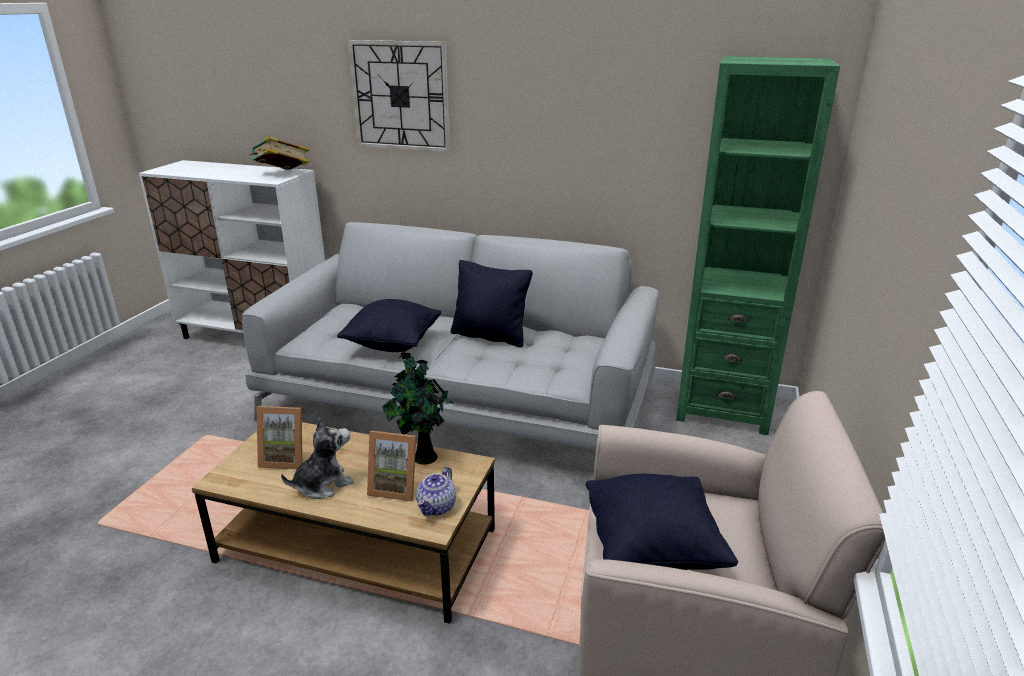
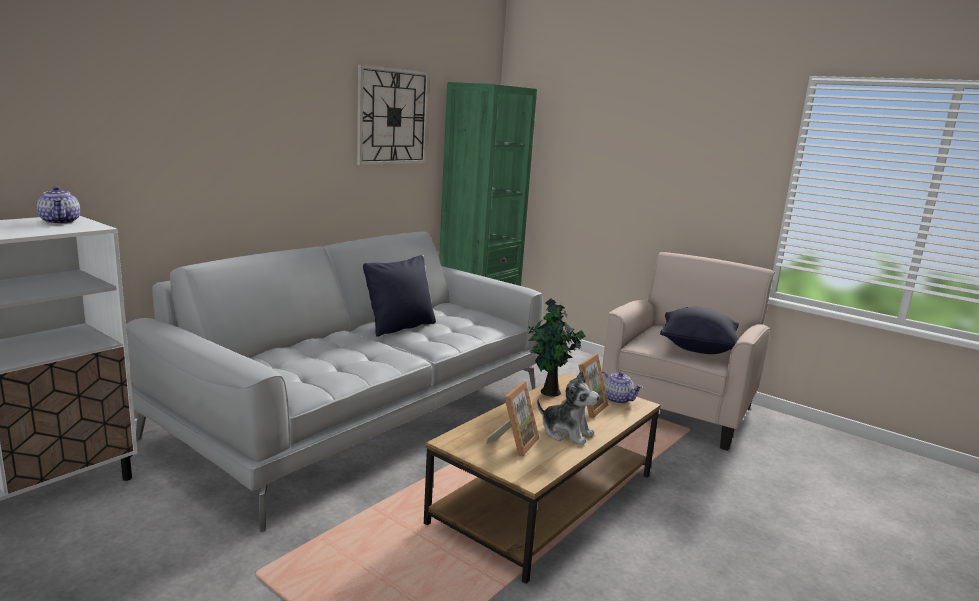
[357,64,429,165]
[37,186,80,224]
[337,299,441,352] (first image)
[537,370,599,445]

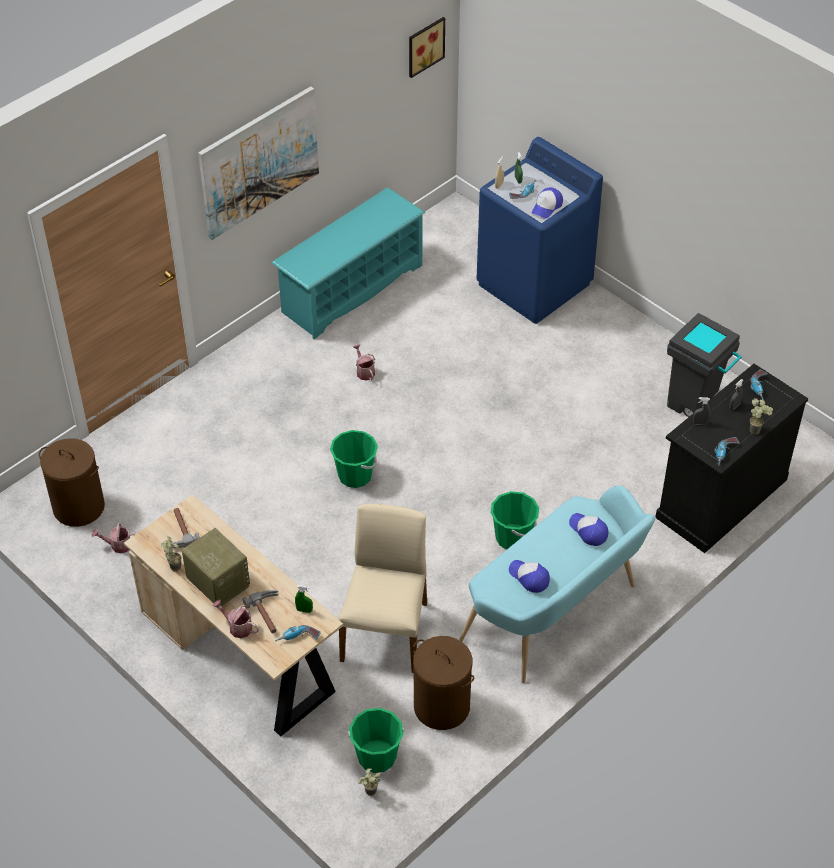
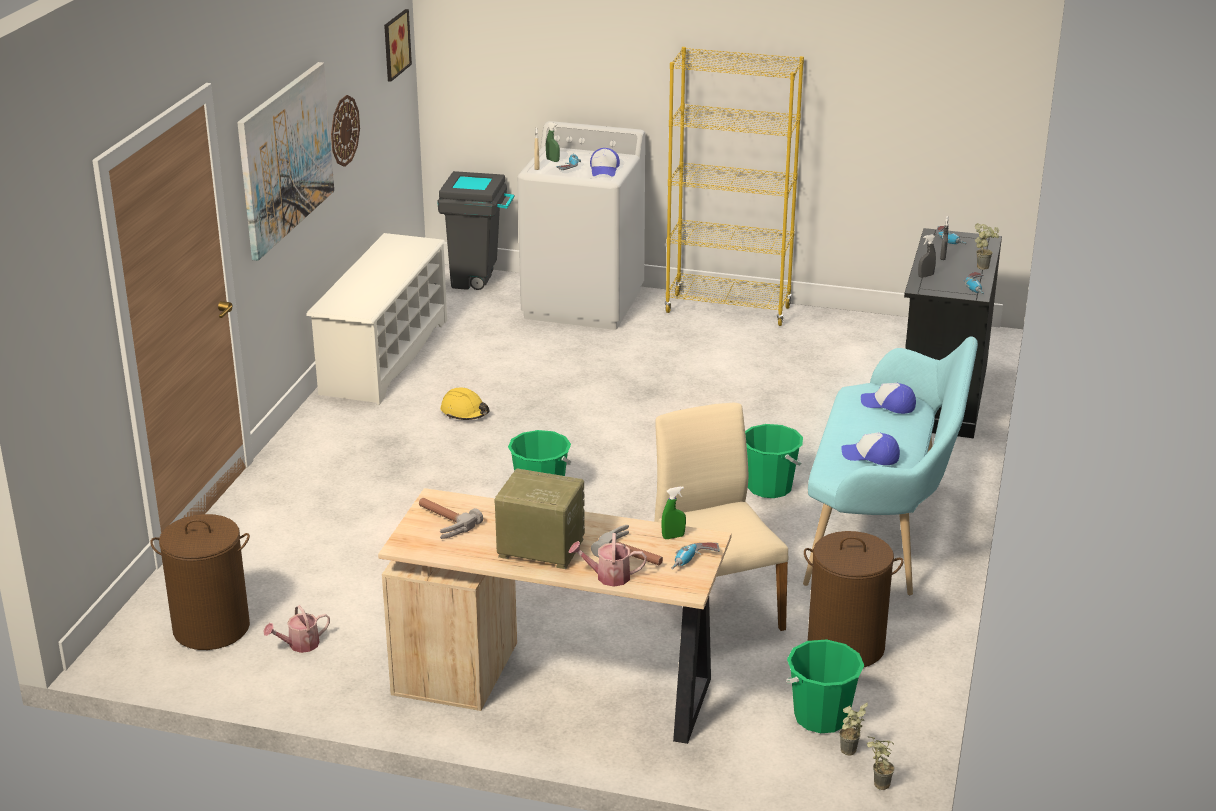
[517,121,645,330]
[306,233,447,405]
[437,171,514,290]
[441,388,490,420]
[867,737,895,790]
[665,47,804,326]
[331,95,360,167]

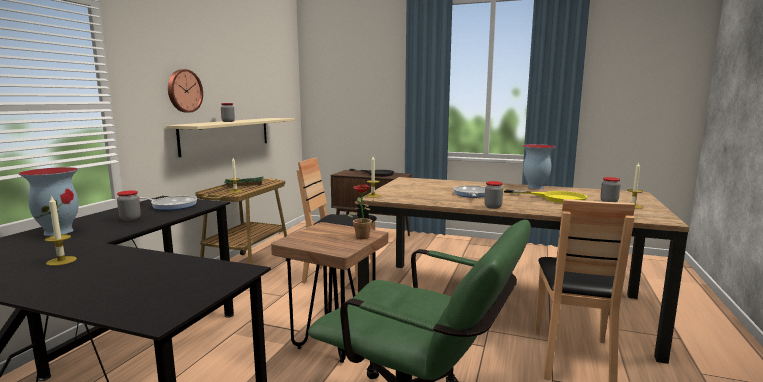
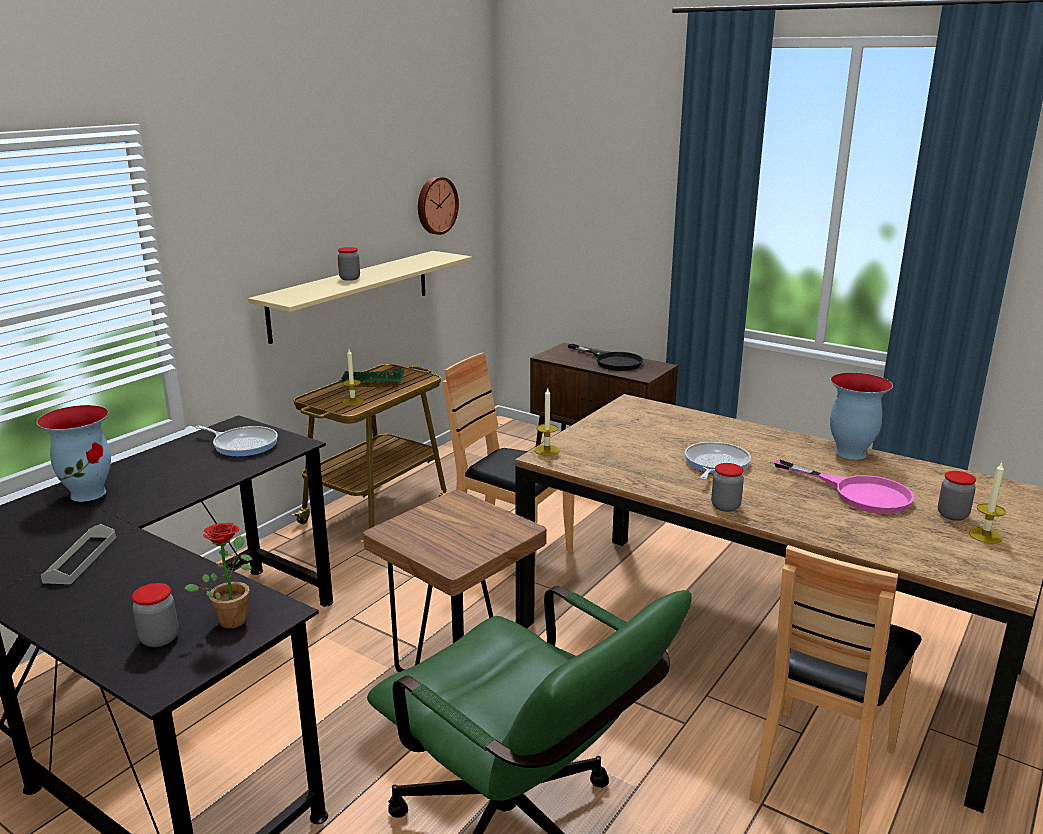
[418,177,459,235]
[185,523,253,629]
[774,459,914,514]
[132,583,178,647]
[41,524,116,584]

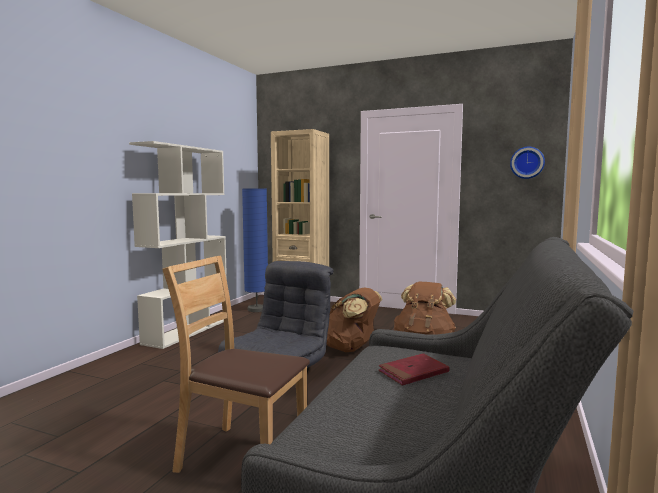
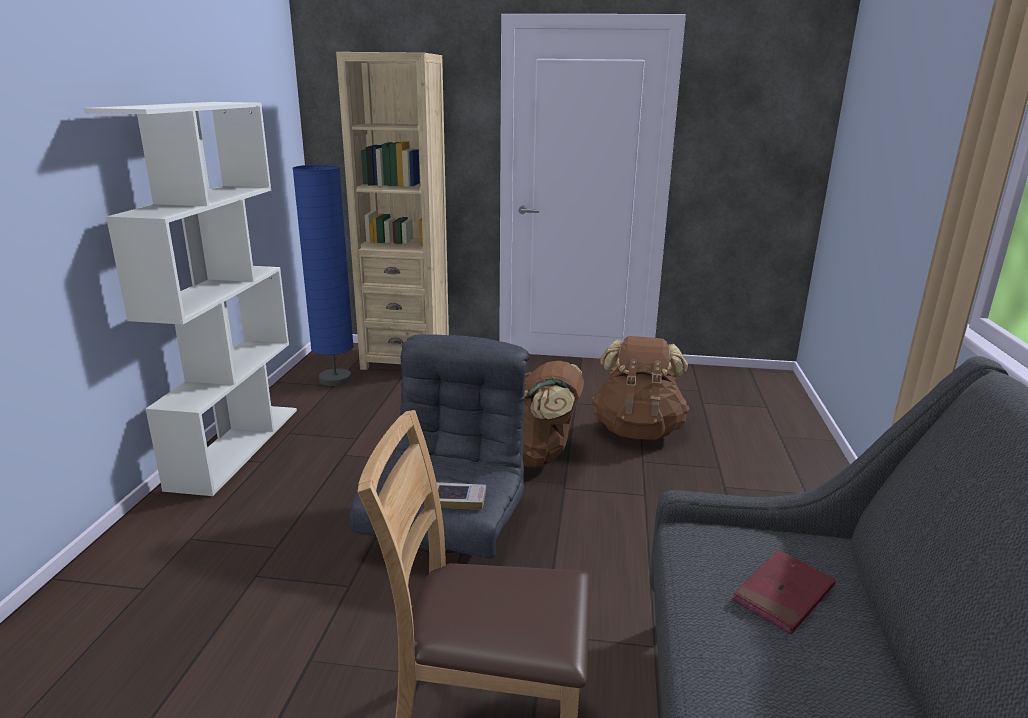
[510,147,545,179] (first image)
[436,482,486,509]

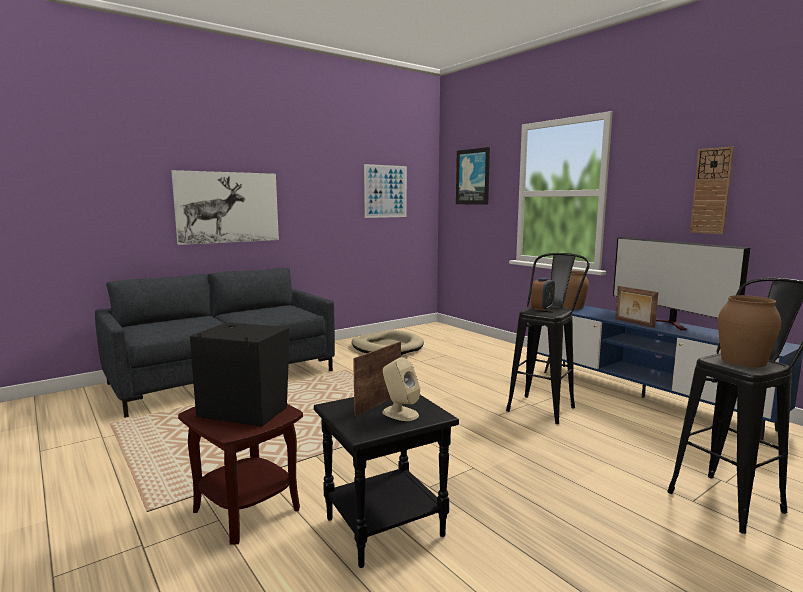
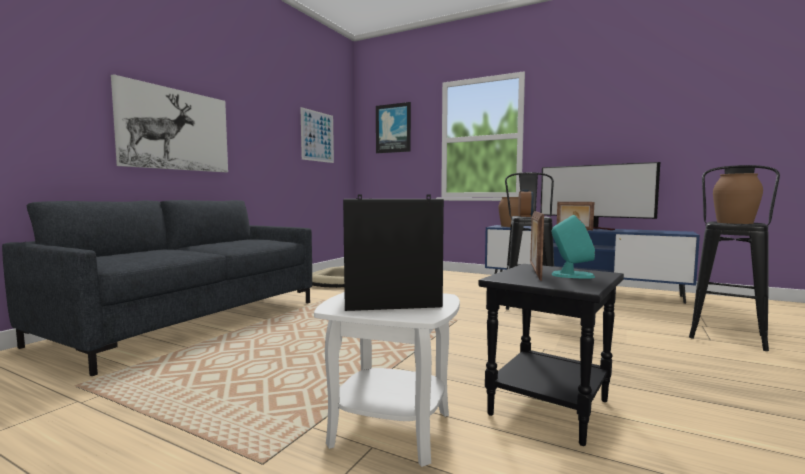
[690,147,734,234] (first image)
[551,215,595,279]
[314,292,460,467]

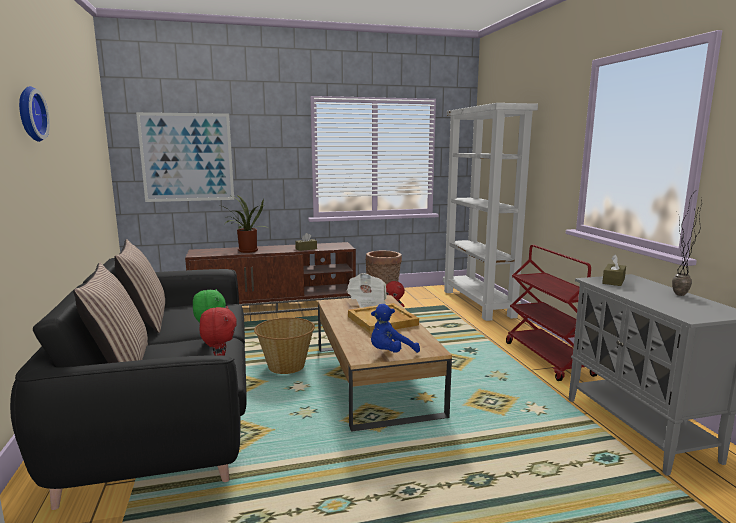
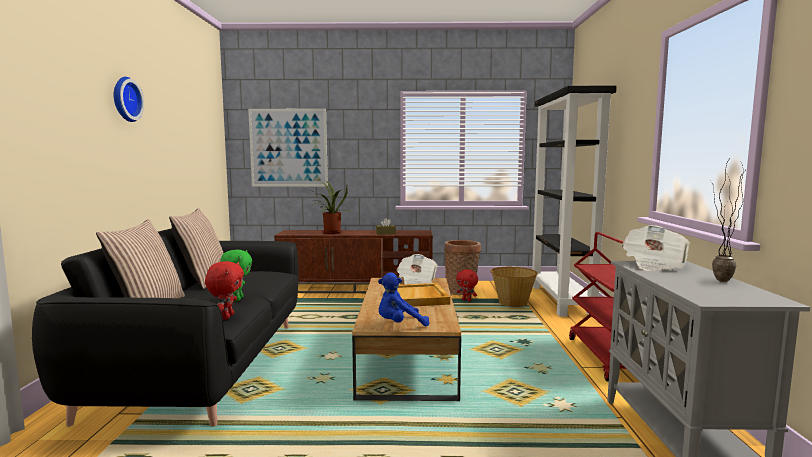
[532,86,617,317]
[622,225,690,271]
[490,267,538,307]

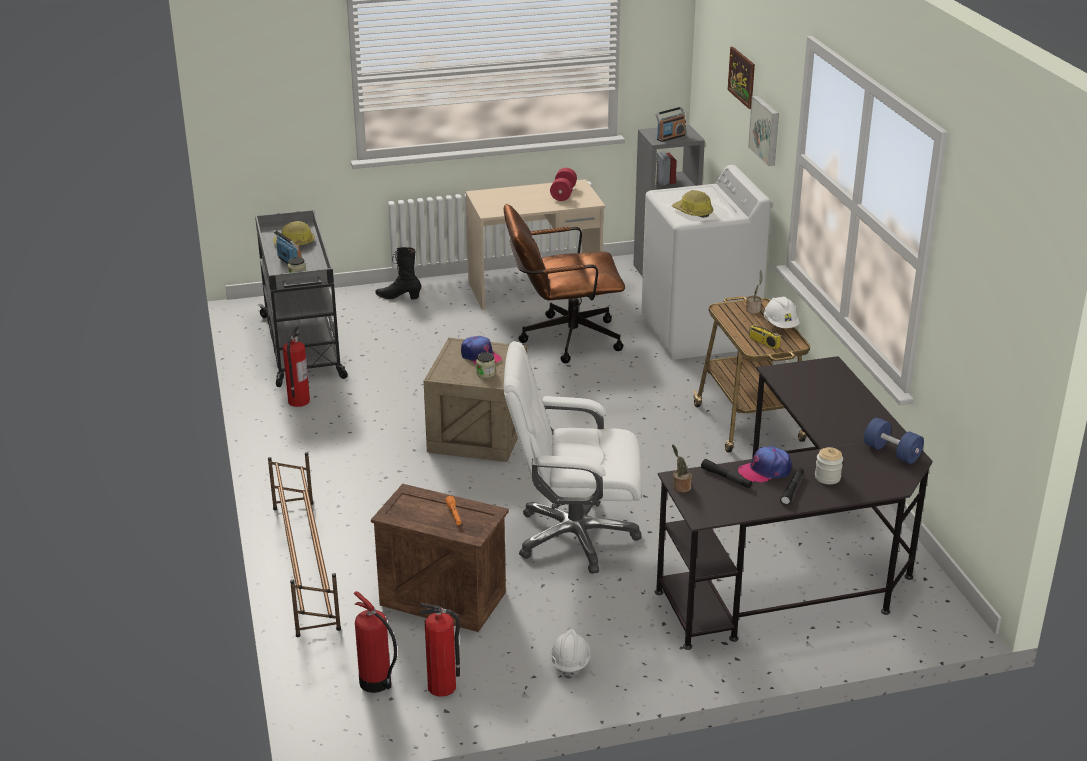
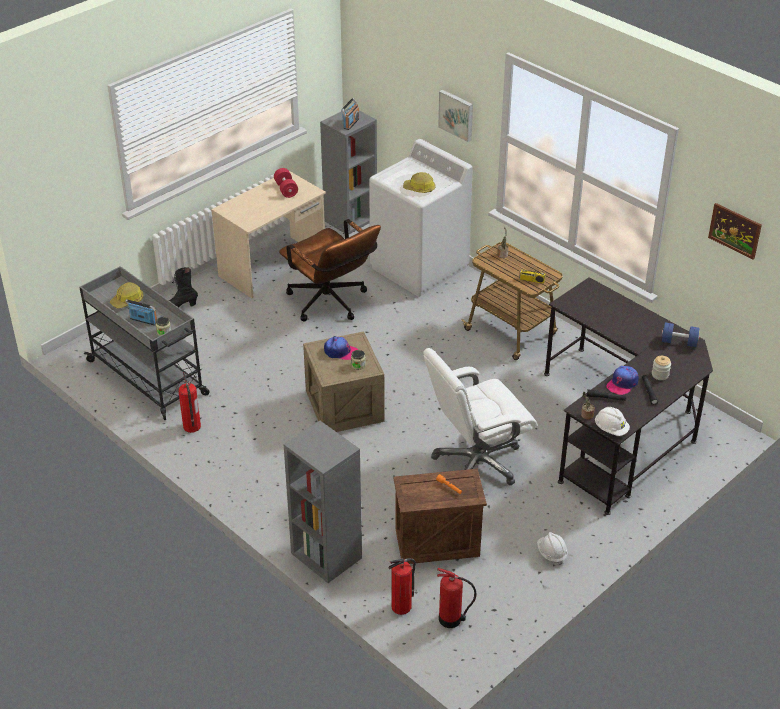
[708,203,762,260]
[279,219,381,322]
[595,407,630,436]
[283,421,362,583]
[389,558,416,615]

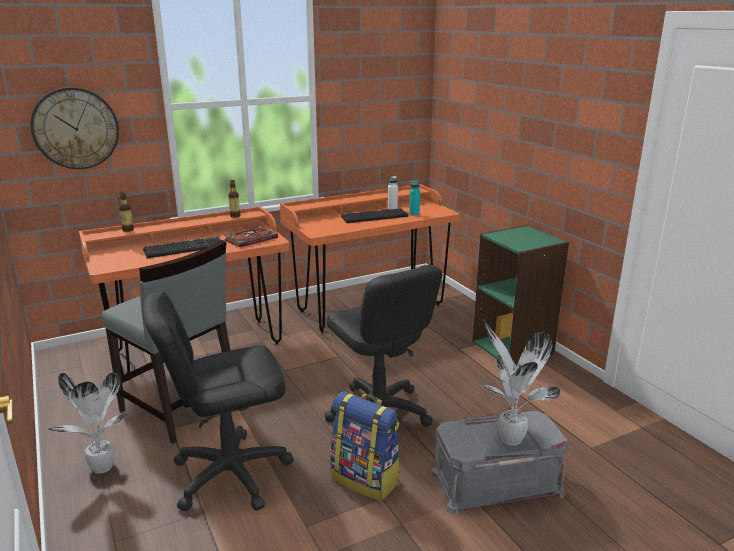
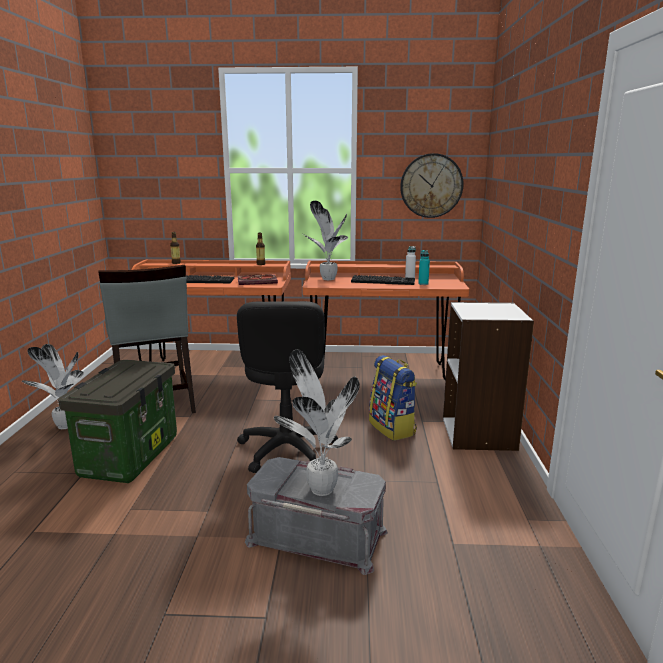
[400,153,464,218]
[443,302,534,451]
[58,360,177,483]
[369,355,417,441]
[303,201,348,280]

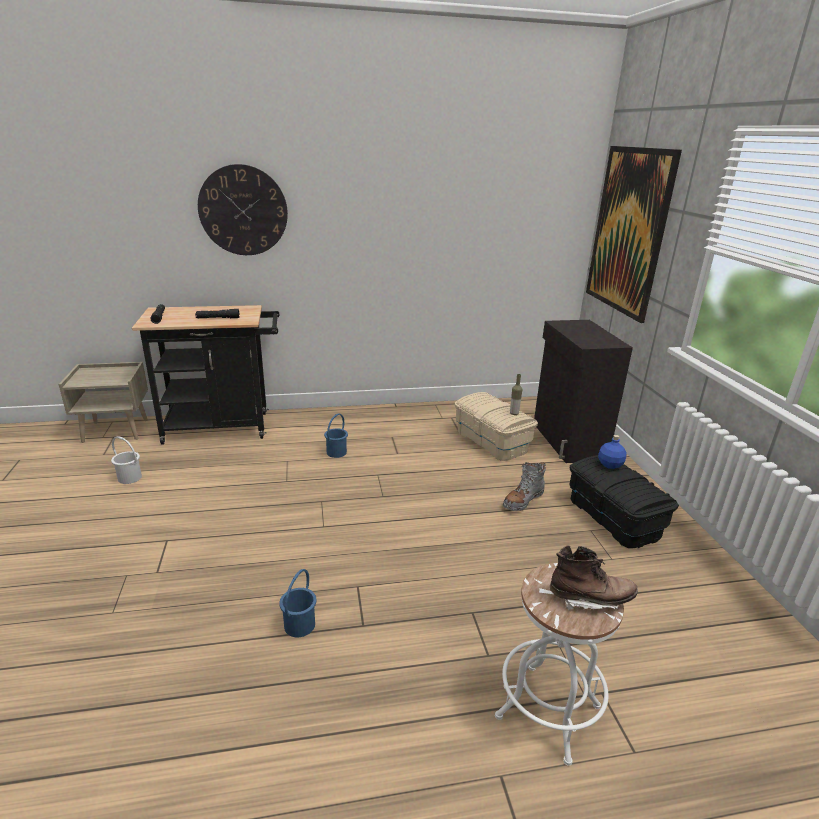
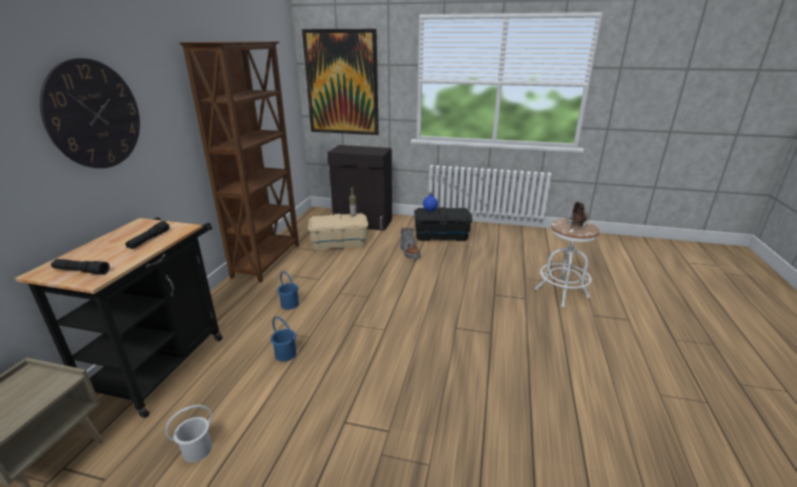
[271,316,297,362]
[179,41,299,282]

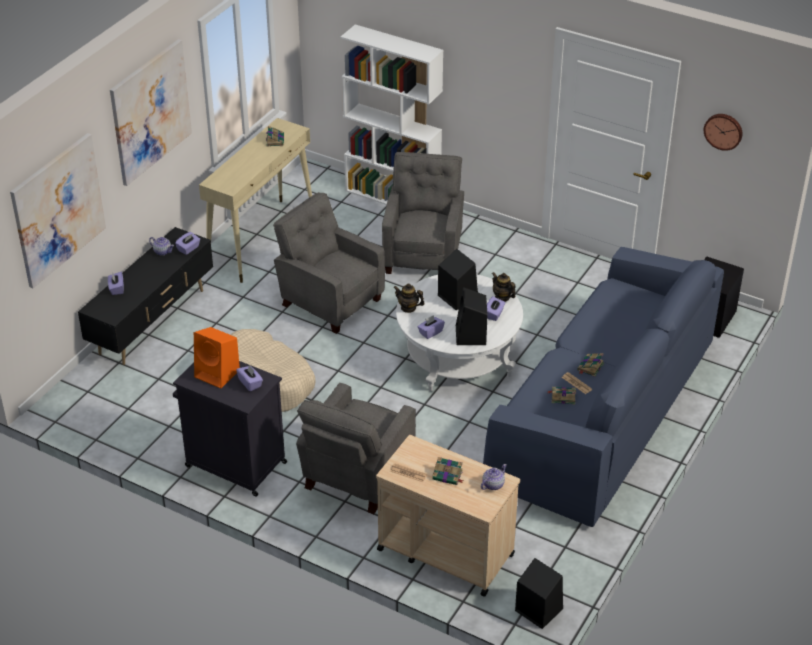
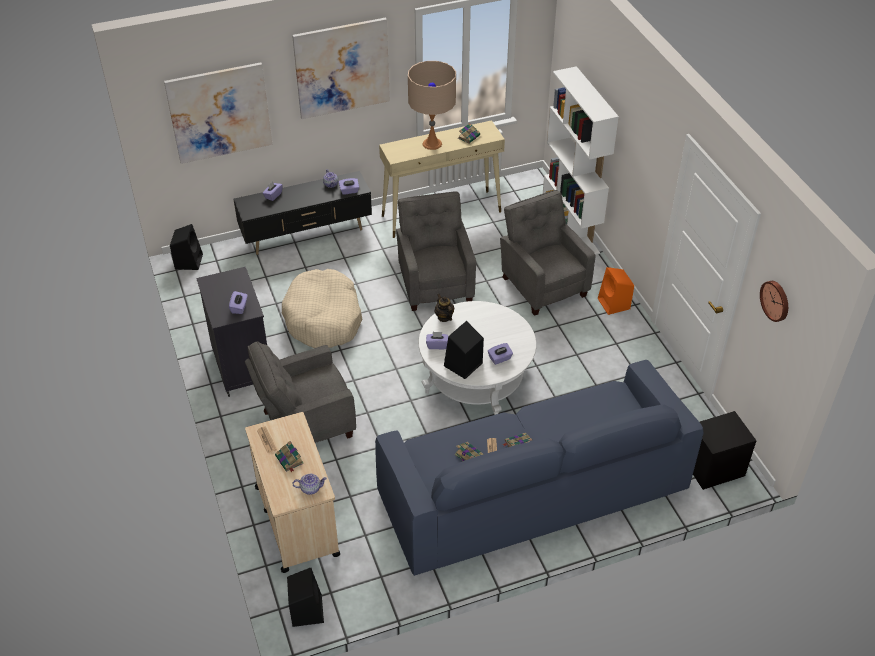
[500,190,595,316]
[170,224,203,270]
[492,272,516,302] (first image)
[598,267,634,315]
[408,61,456,150]

